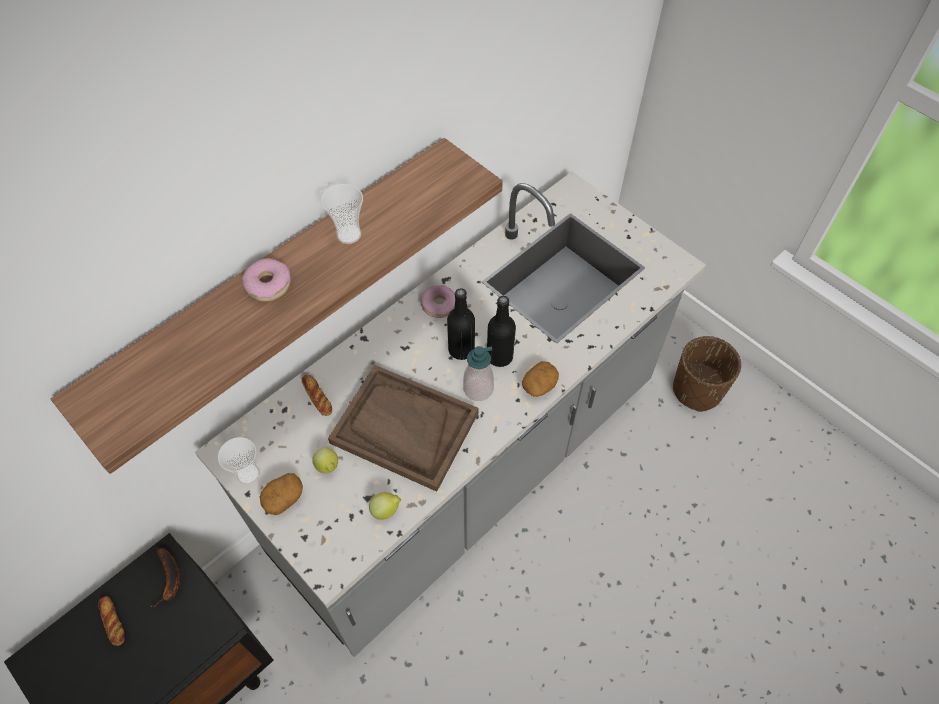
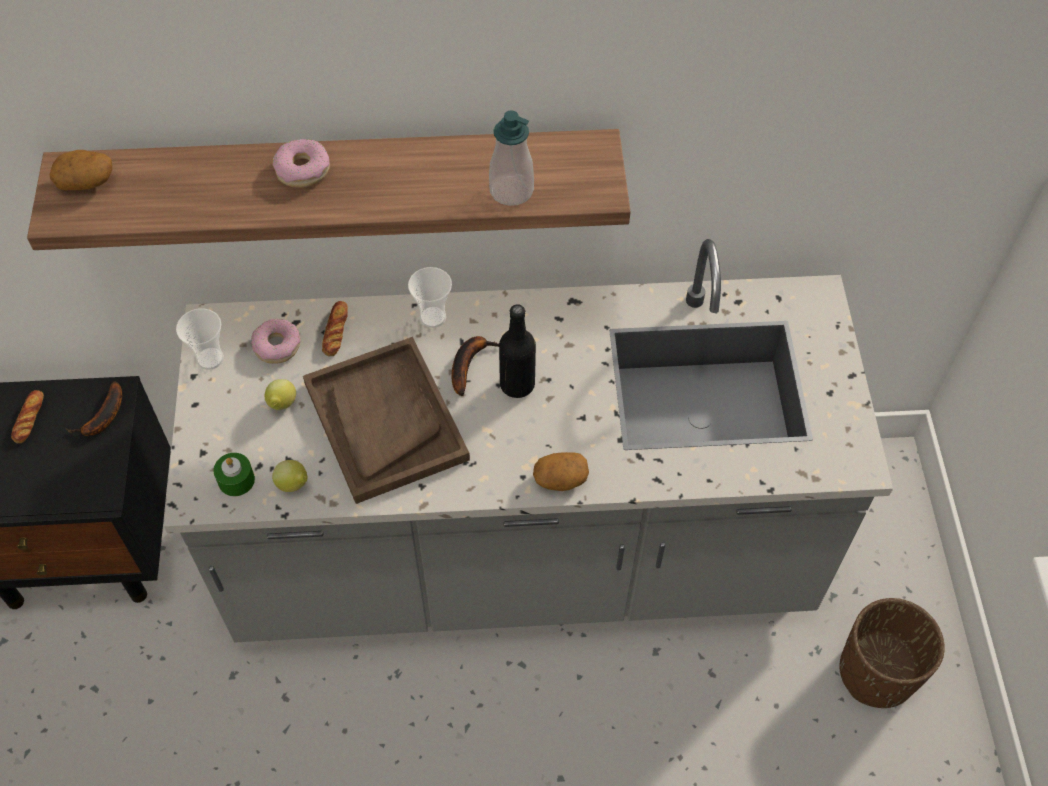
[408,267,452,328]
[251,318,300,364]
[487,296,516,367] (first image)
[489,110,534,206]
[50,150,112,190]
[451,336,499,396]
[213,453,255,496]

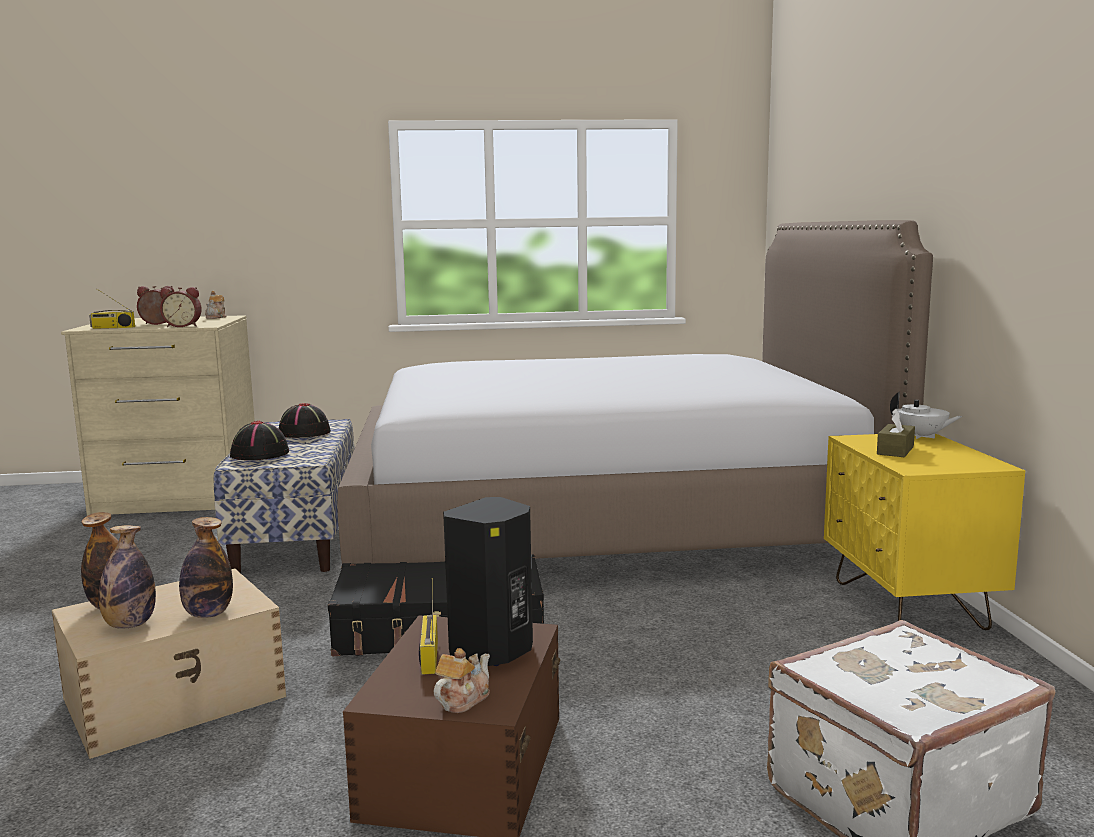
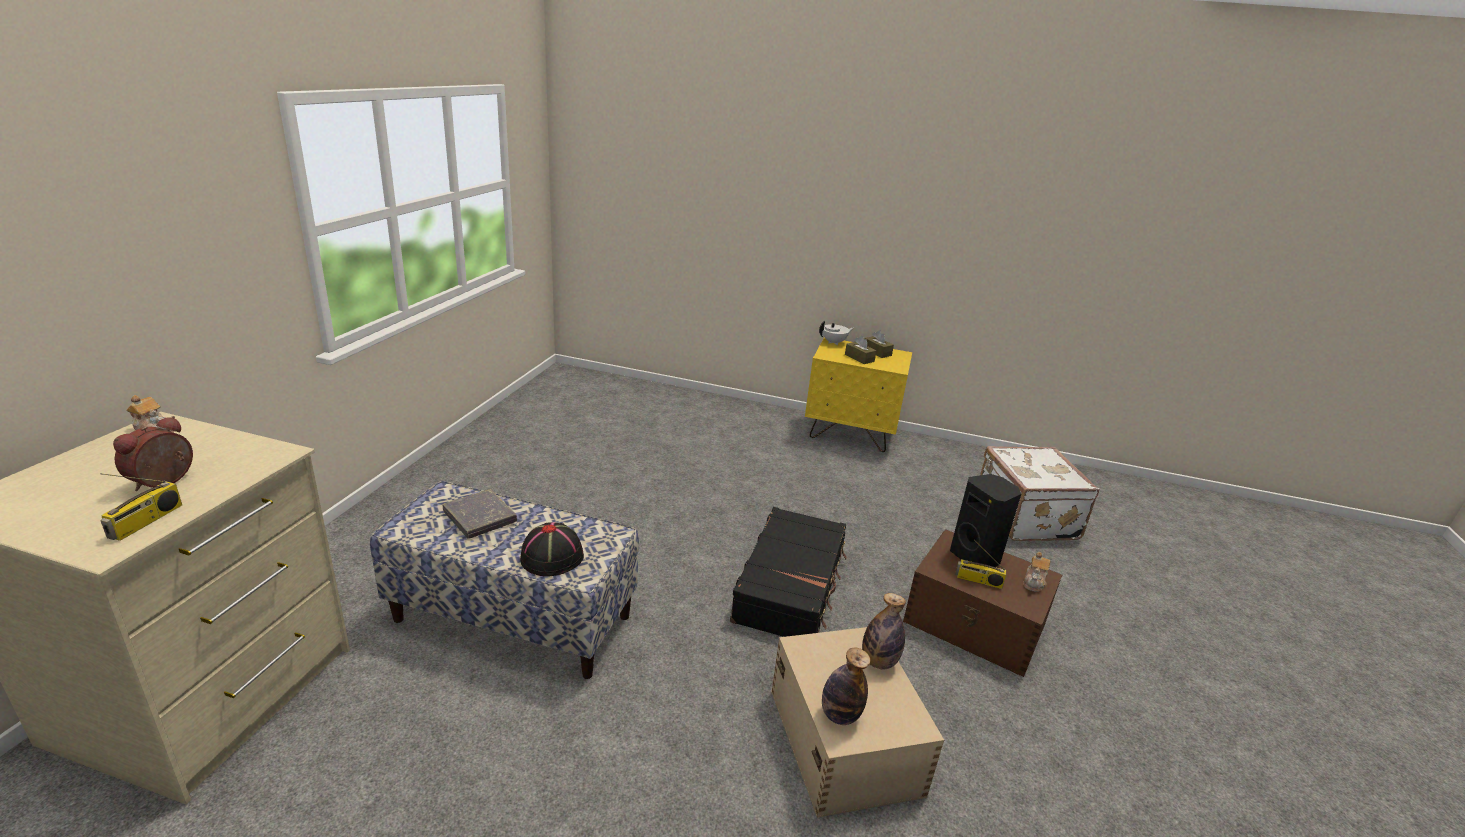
[337,220,933,564] (first image)
[160,287,202,327] (first image)
[443,489,517,539]
[99,525,156,629] (first image)
[1023,552,1050,592]
[864,330,894,358]

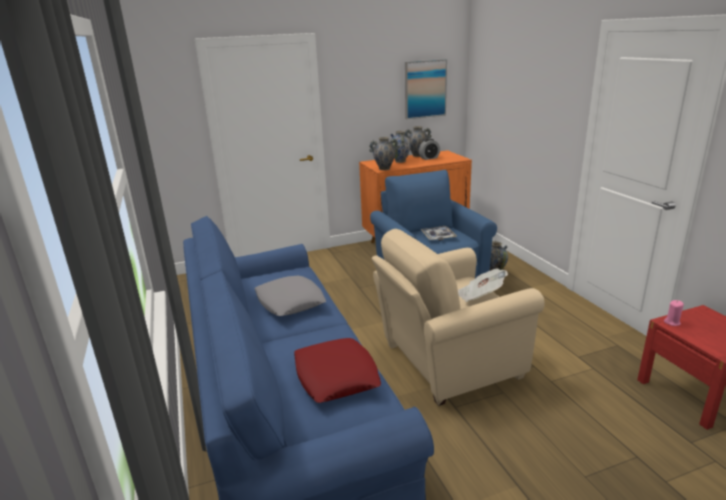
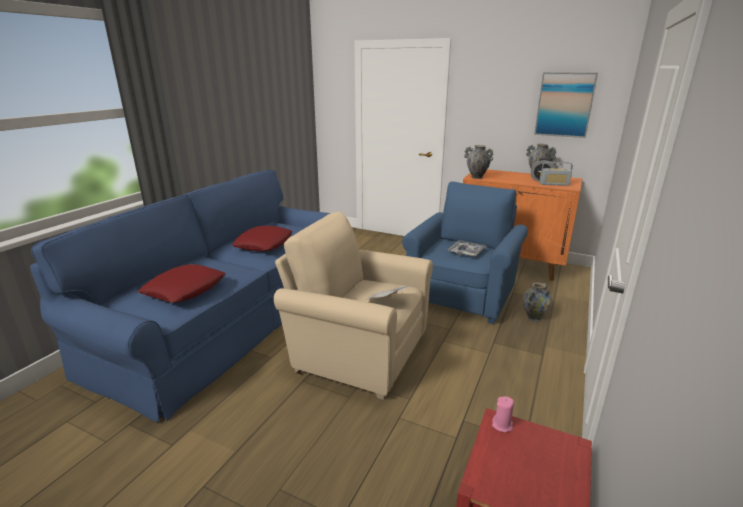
[390,131,411,163] (first image)
[232,226,293,251]
[539,162,573,186]

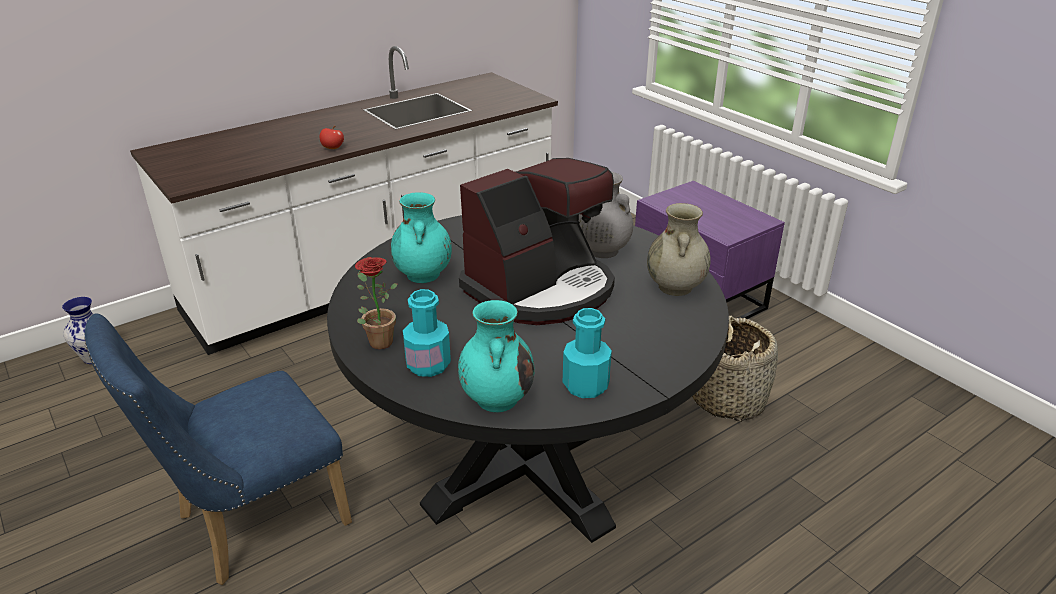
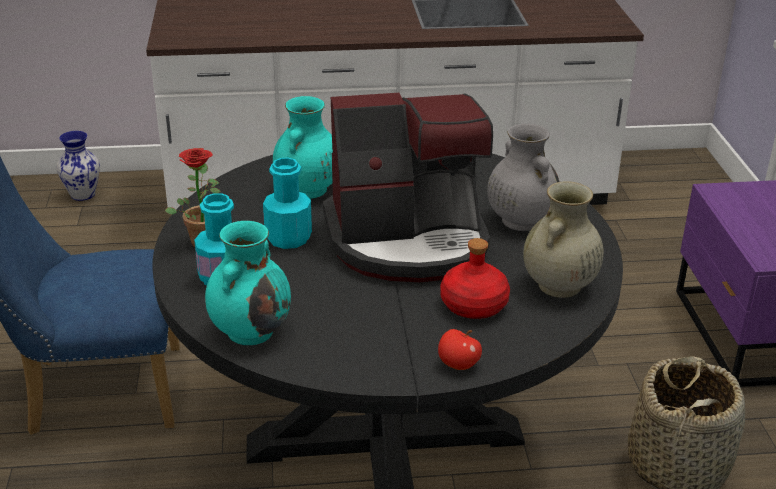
[438,329,482,370]
[263,158,312,249]
[440,238,510,319]

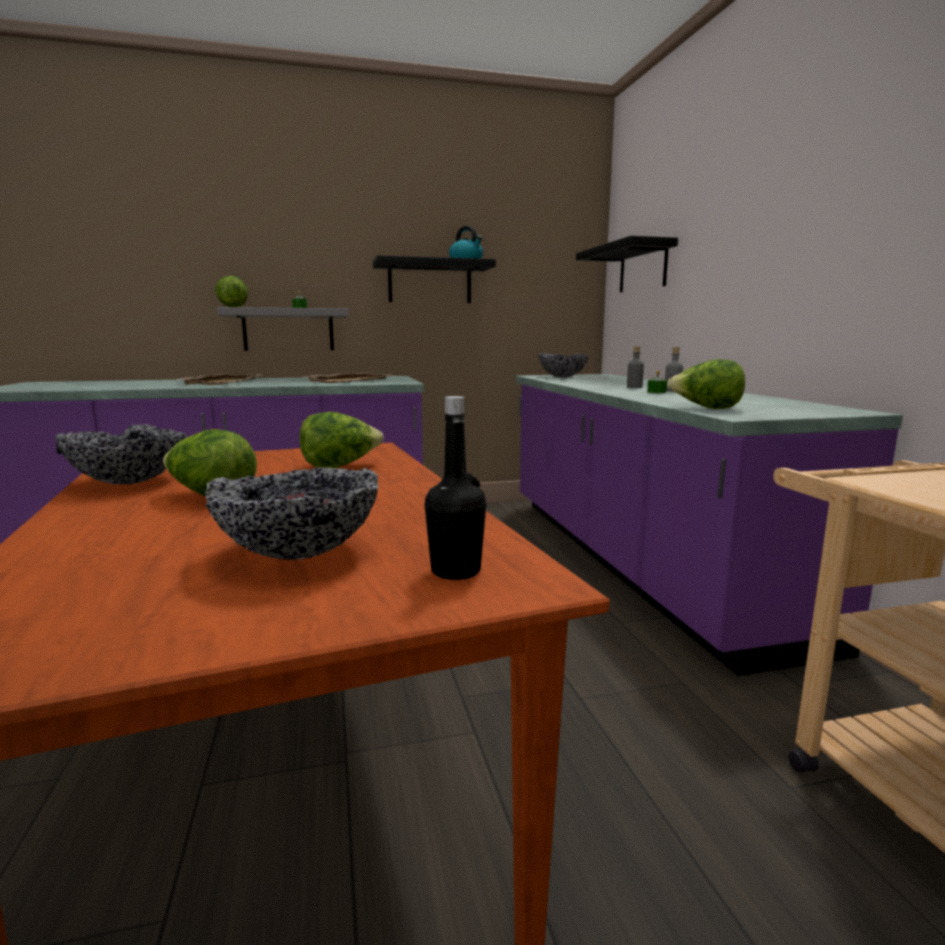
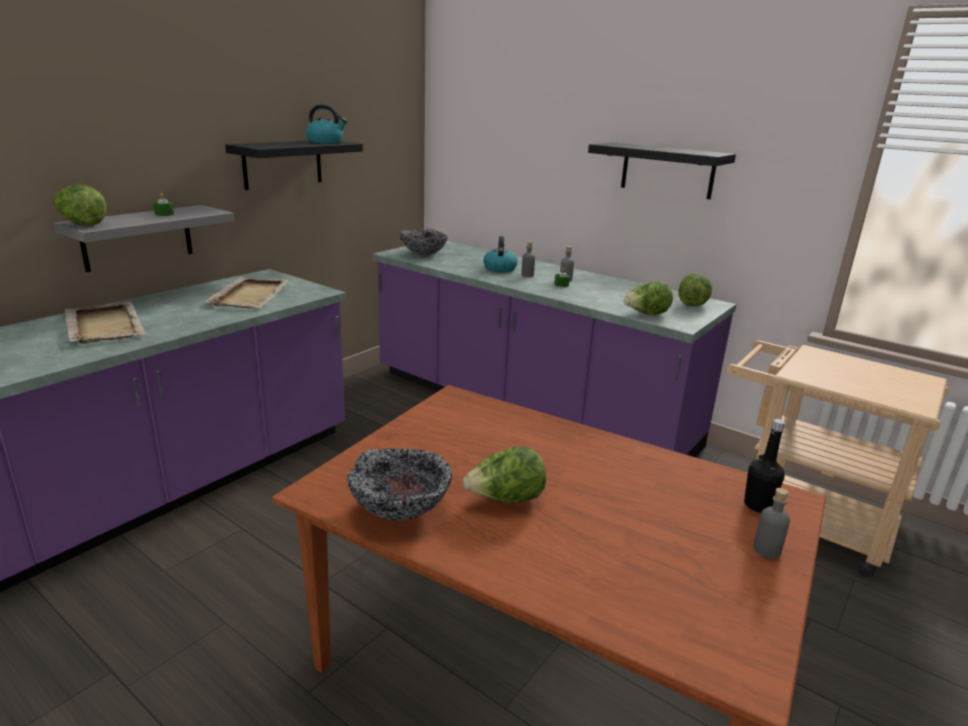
[588,142,736,199]
[679,273,712,307]
[205,467,378,560] (first image)
[483,236,518,272]
[753,488,790,559]

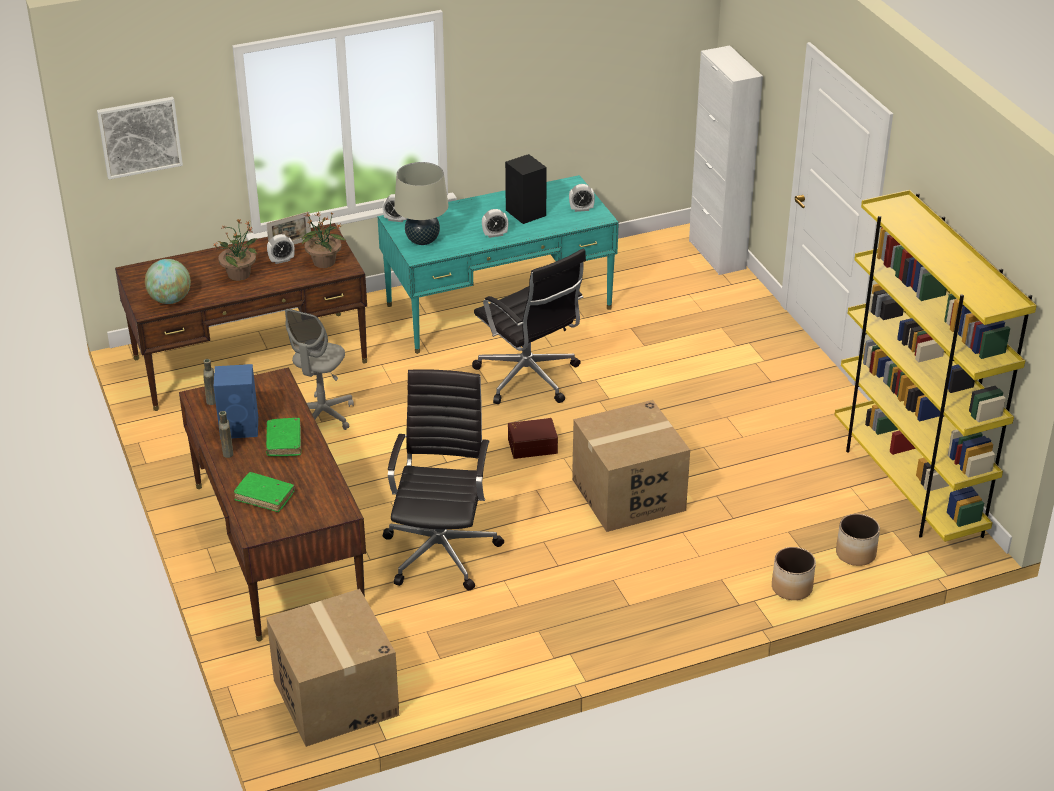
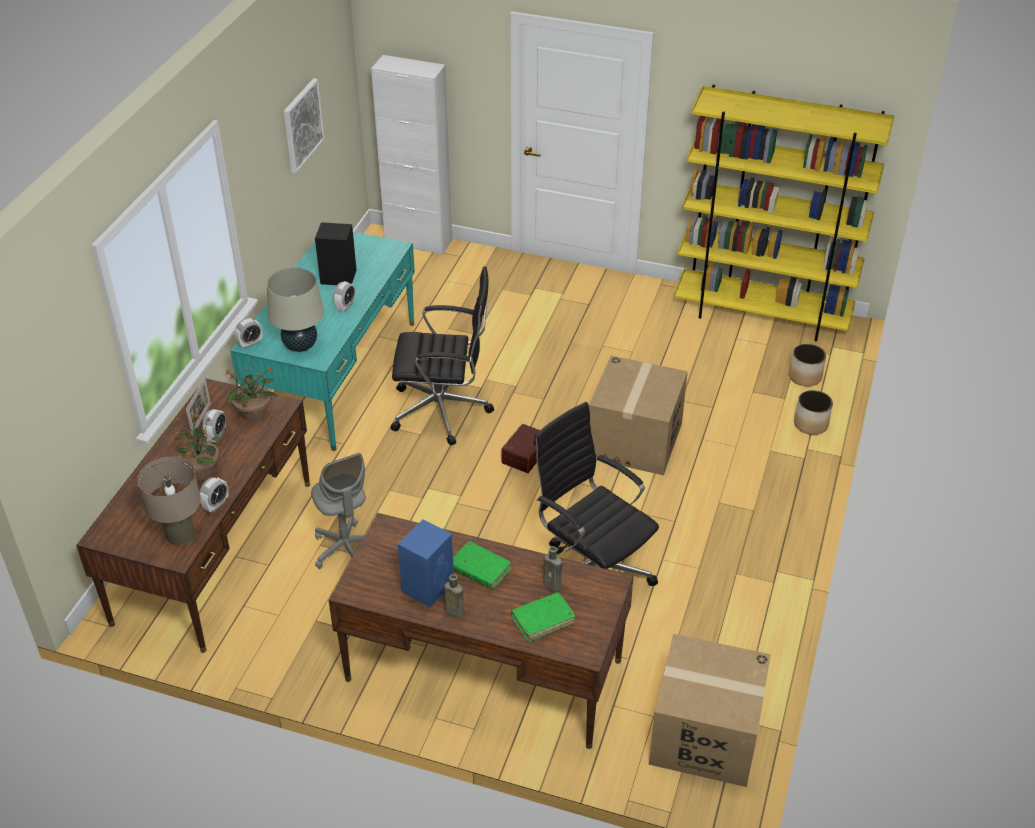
[284,78,325,173]
[199,477,228,512]
[137,457,201,546]
[543,546,562,591]

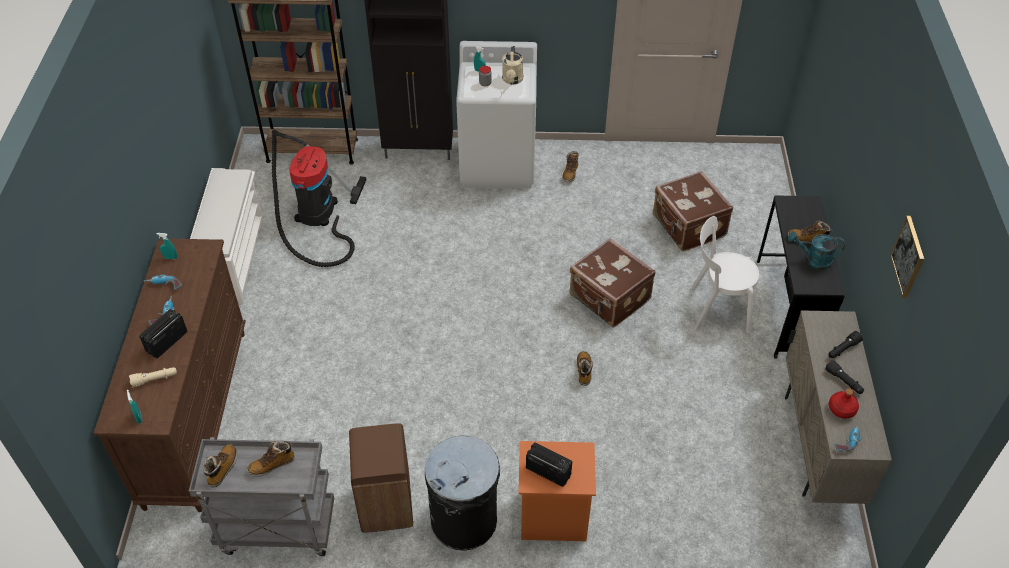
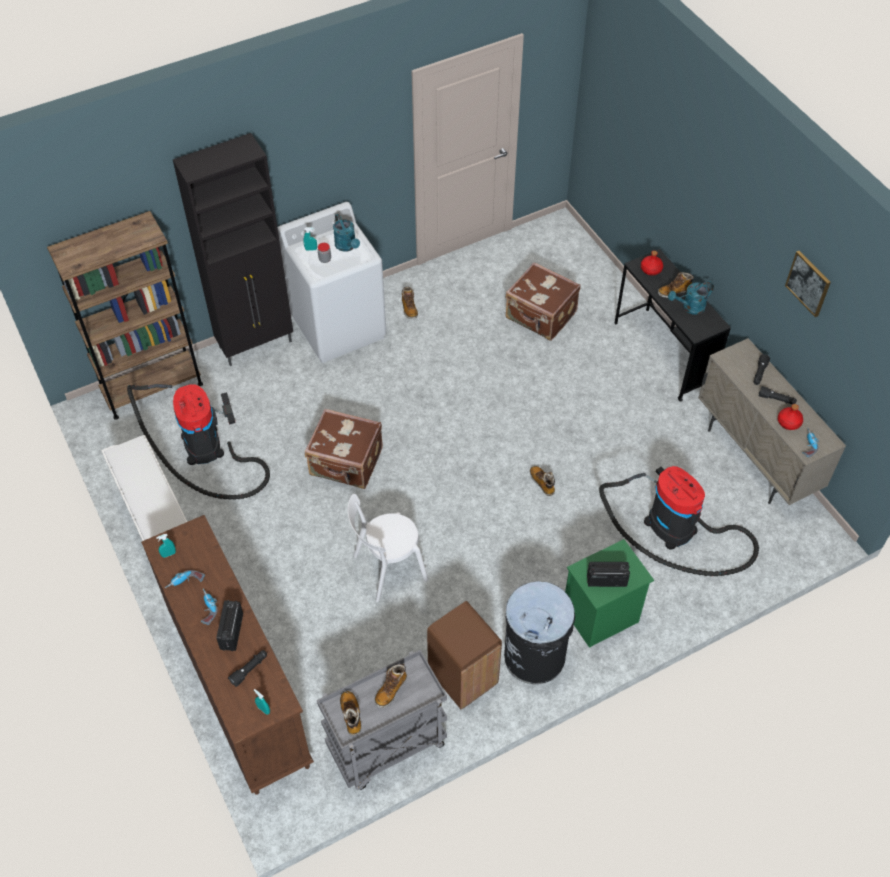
[333,214,360,252]
[348,494,428,602]
[305,409,383,489]
[228,650,267,687]
[565,539,654,648]
[641,251,663,276]
[599,466,759,576]

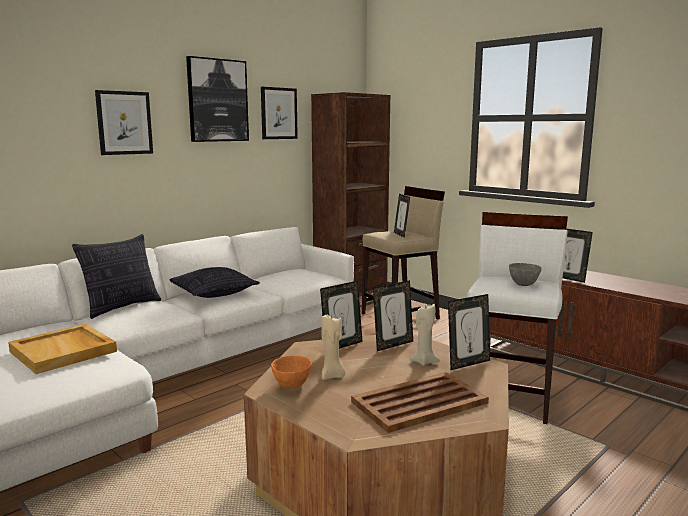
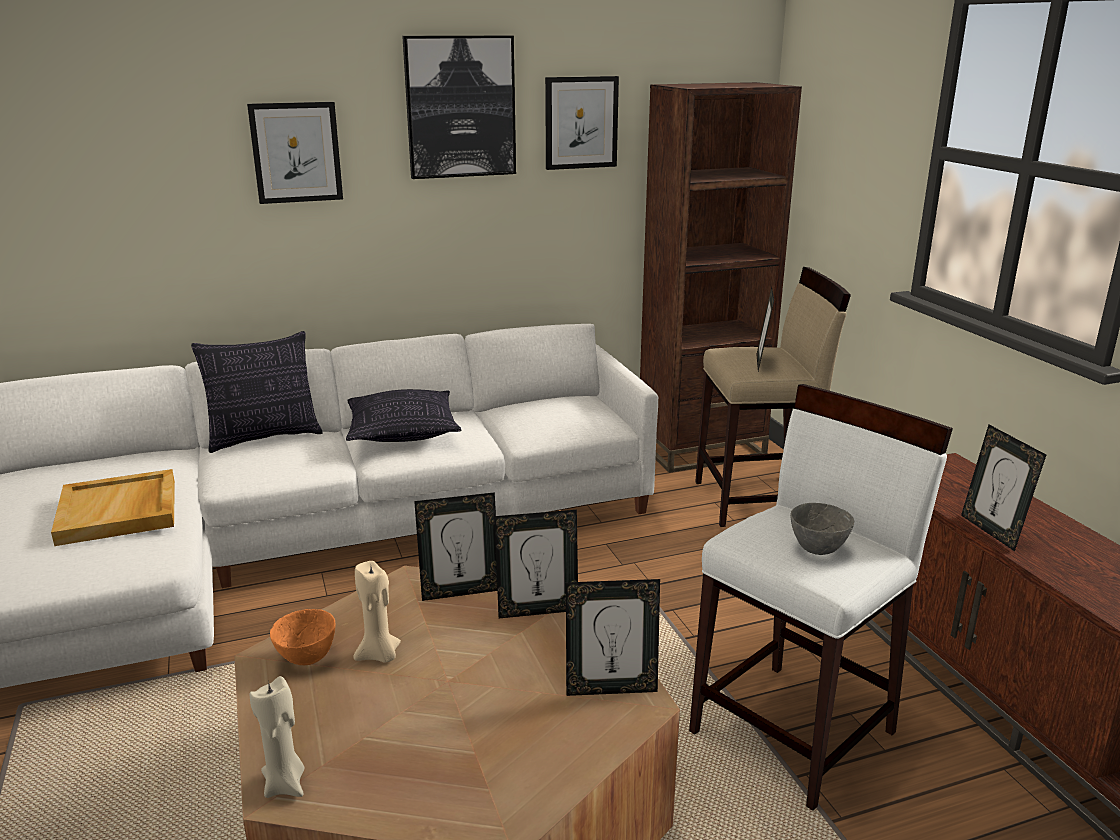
[250,676,305,798]
[351,372,489,433] (first image)

